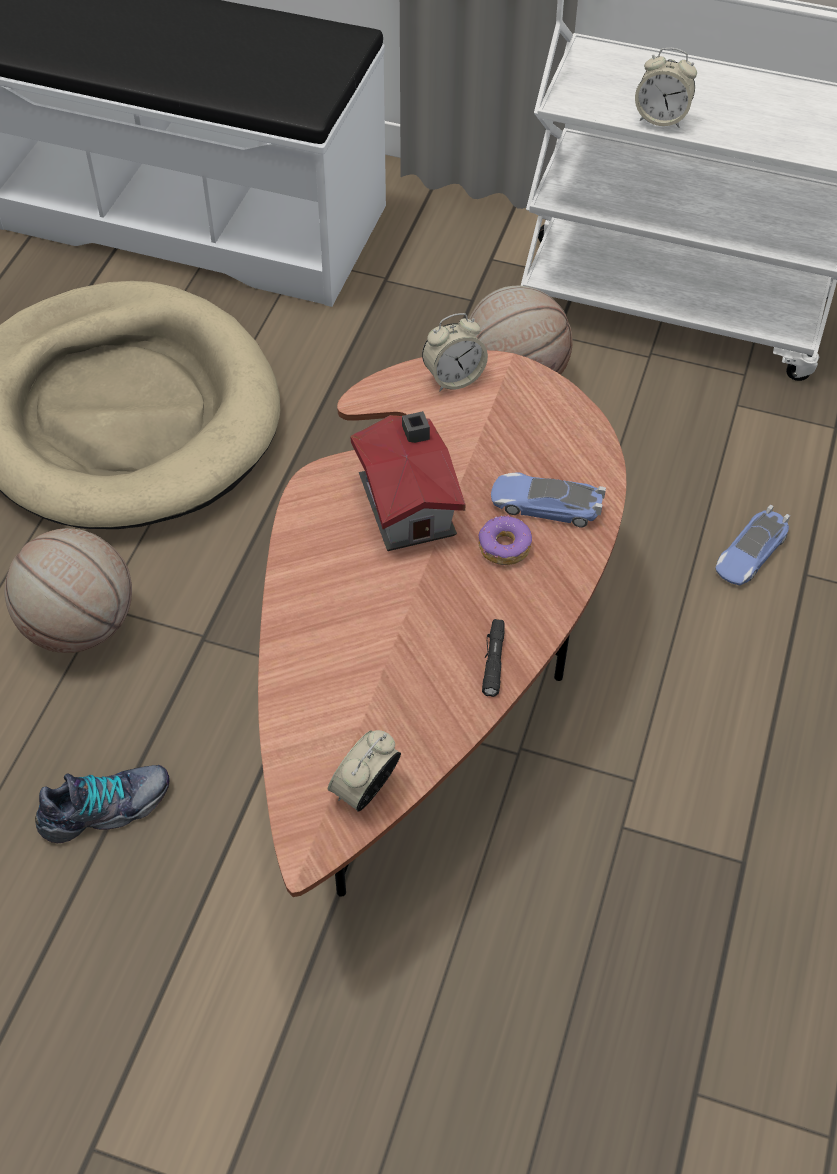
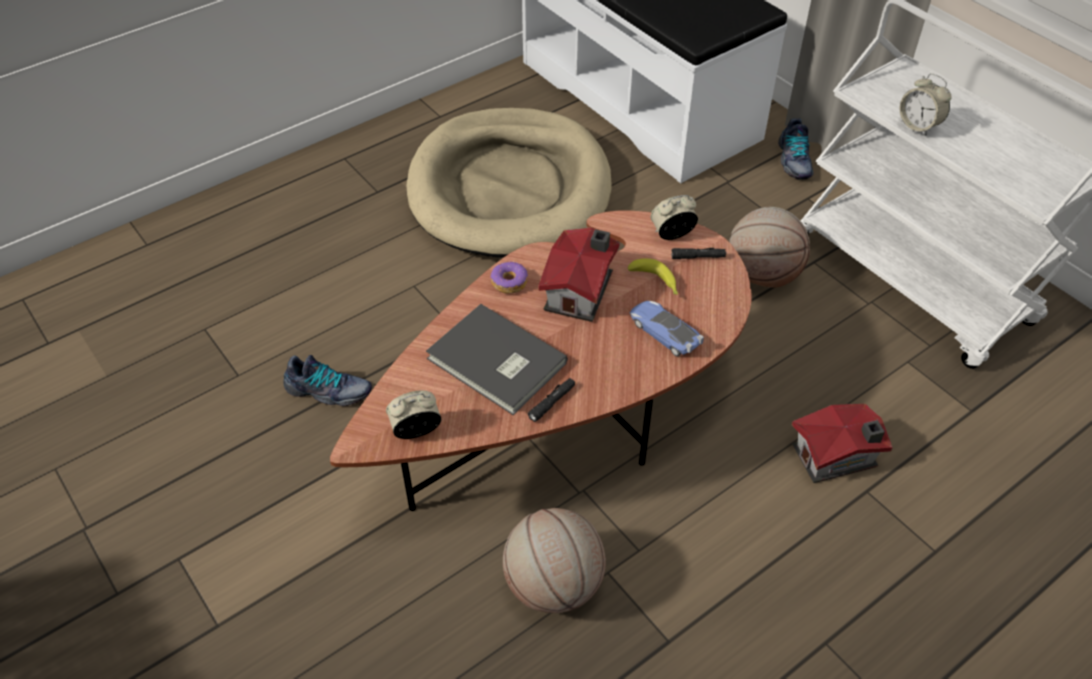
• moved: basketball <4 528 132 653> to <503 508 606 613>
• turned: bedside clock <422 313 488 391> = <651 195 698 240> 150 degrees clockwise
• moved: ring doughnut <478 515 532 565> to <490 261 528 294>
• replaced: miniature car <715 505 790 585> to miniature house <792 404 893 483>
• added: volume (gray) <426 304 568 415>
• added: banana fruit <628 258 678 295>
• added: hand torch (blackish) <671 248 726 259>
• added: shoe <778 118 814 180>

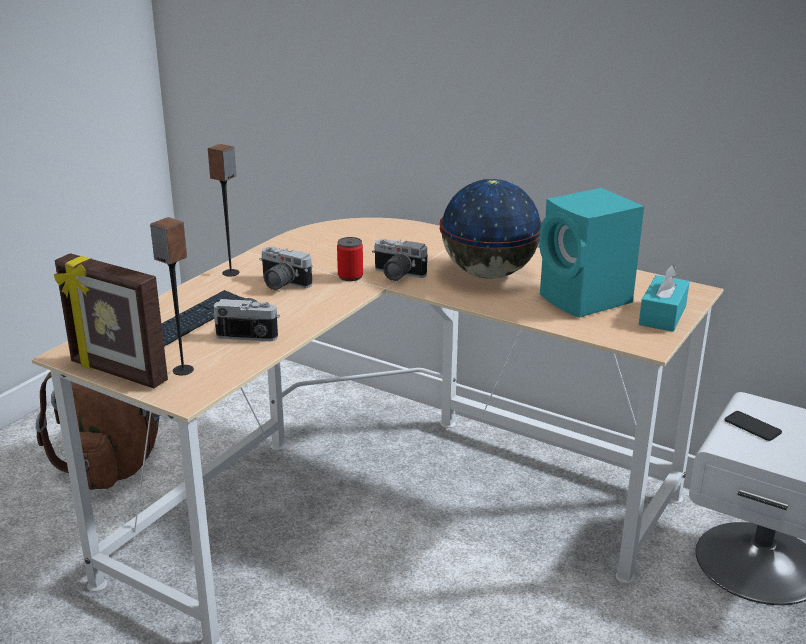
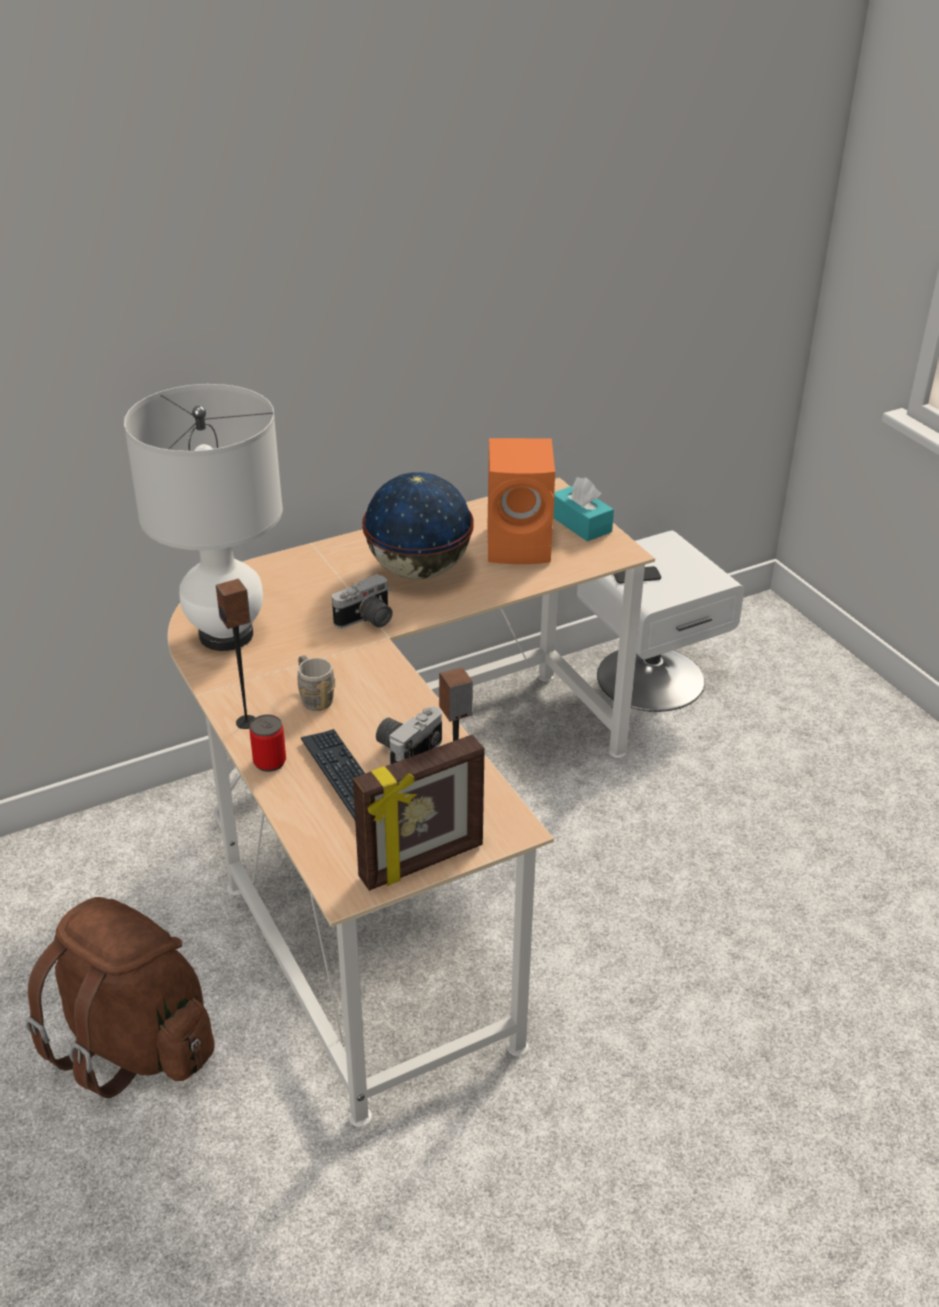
• replaced: photo camera <259 247 313 290> to tea mug (gray) <298 655 336 711>
• moved: sealed can <337 237 363 281> to <249 715 286 772>
• recoloured: speaker (blue-green) <539 188 644 318> to speaker (orangey) <488 438 555 564>
• added: tabletop lamp (whitish) <124 384 283 651>

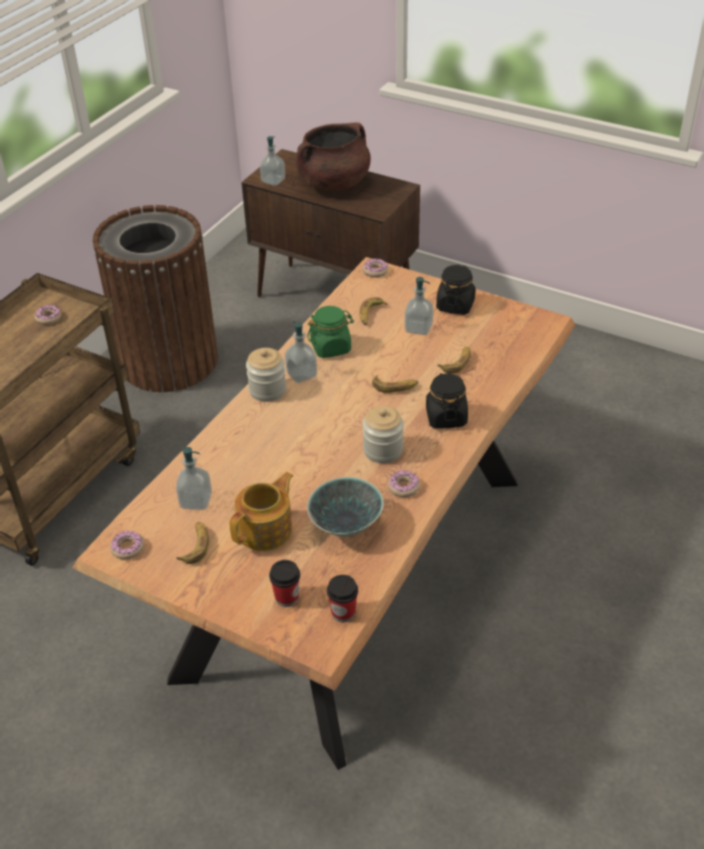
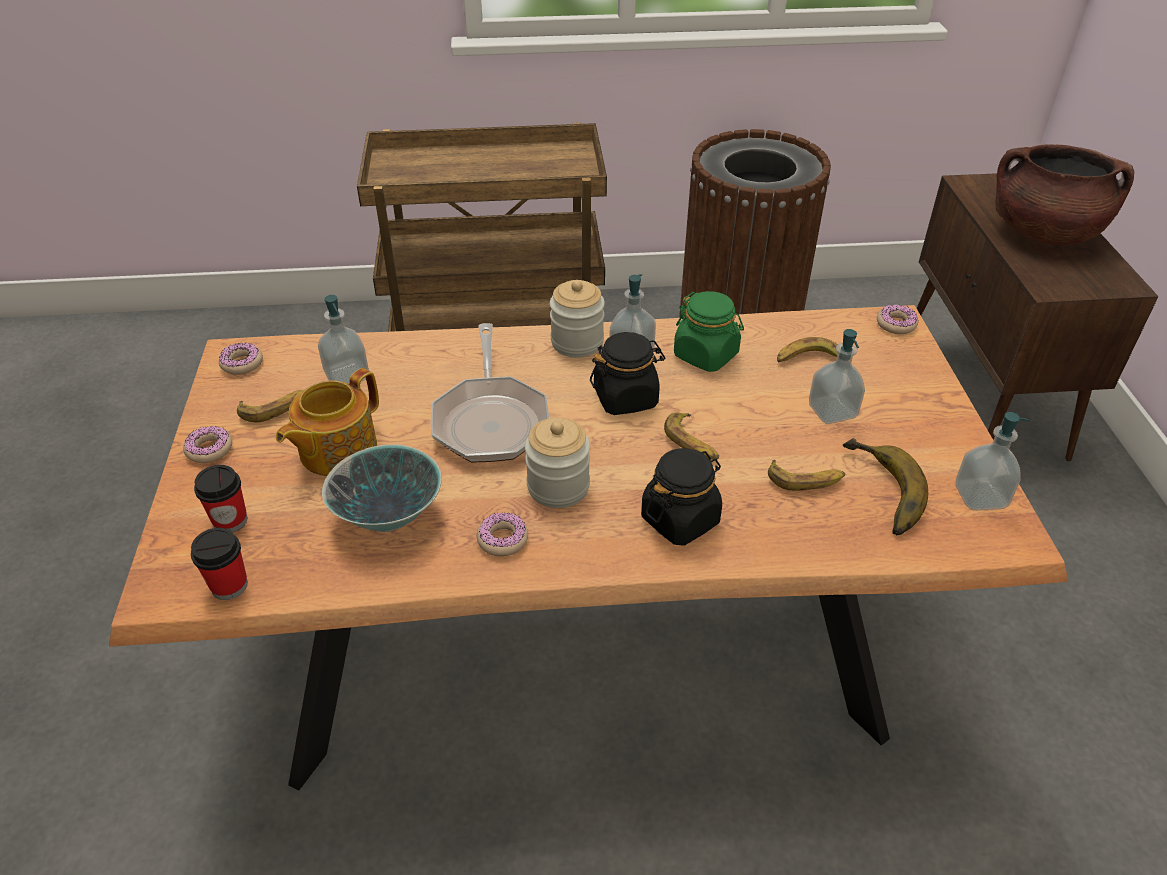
• moved: ring doughnut <34 305 62 325> to <183 426 232 463>
• turned: pot for tea <229 472 294 551> = <276 368 379 476> 120 degrees clockwise
• moved: soap bottle <260 136 285 186> to <955 412 1030 511>
• moved: jar (blackish) <436 265 475 315> to <590 332 665 415>
• added: pan <431 323 549 462>
• added: banana fruit <843 438 928 535>

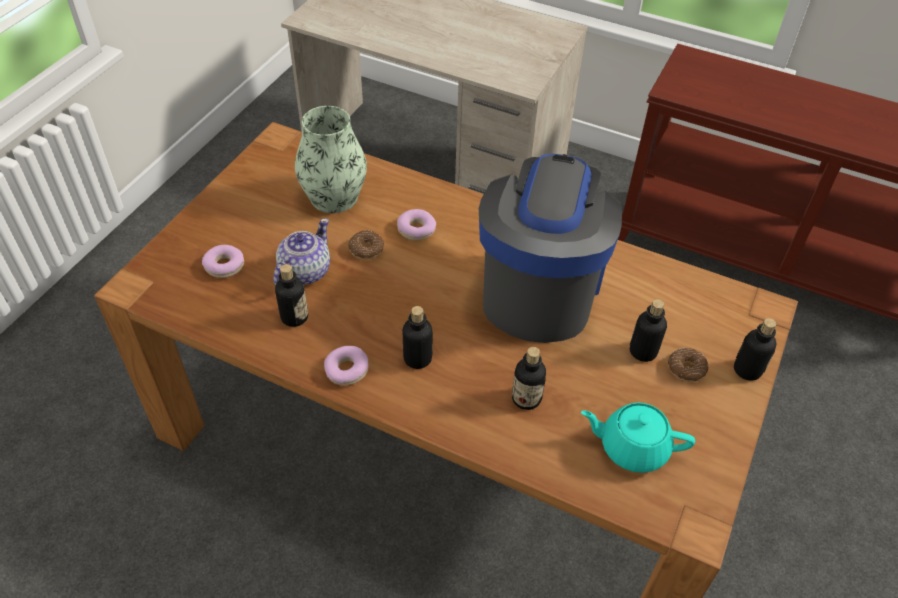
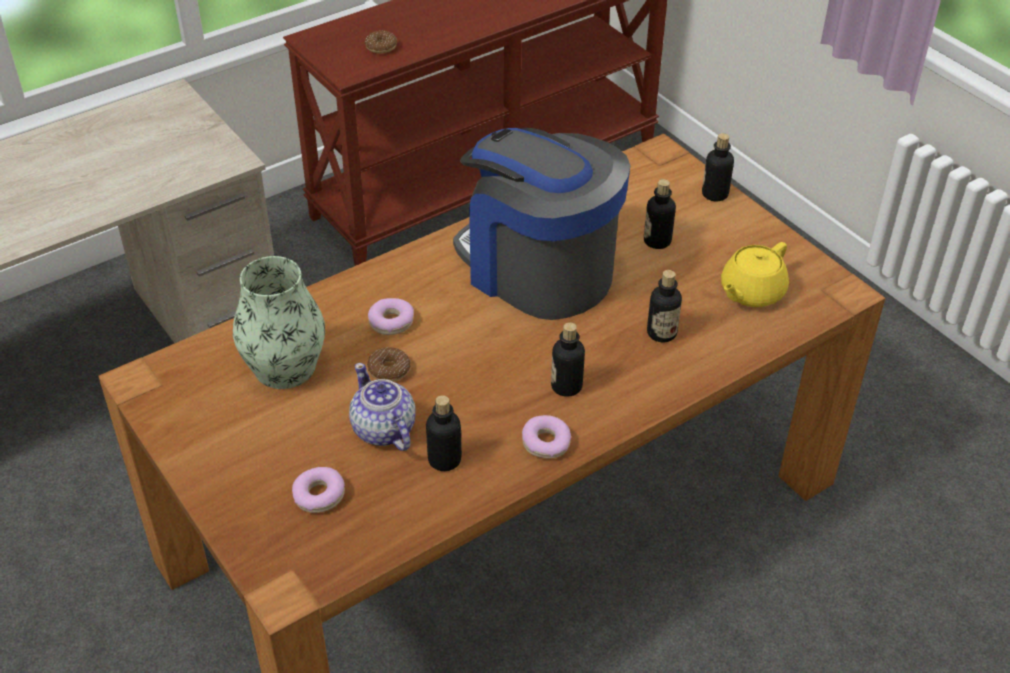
• recoloured: pot for tea (blue-green) <581 402 695 473> to pot for tea (yellowish) <721 242 789 307>
• moved: ring doughnut <668 348 708 382> to <365 30 397 54>

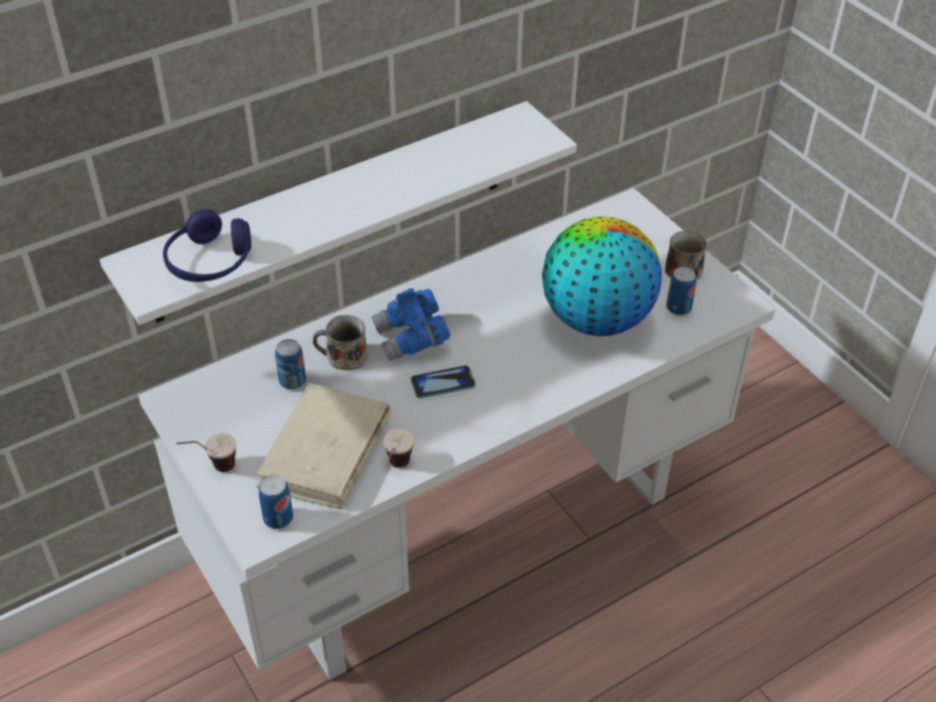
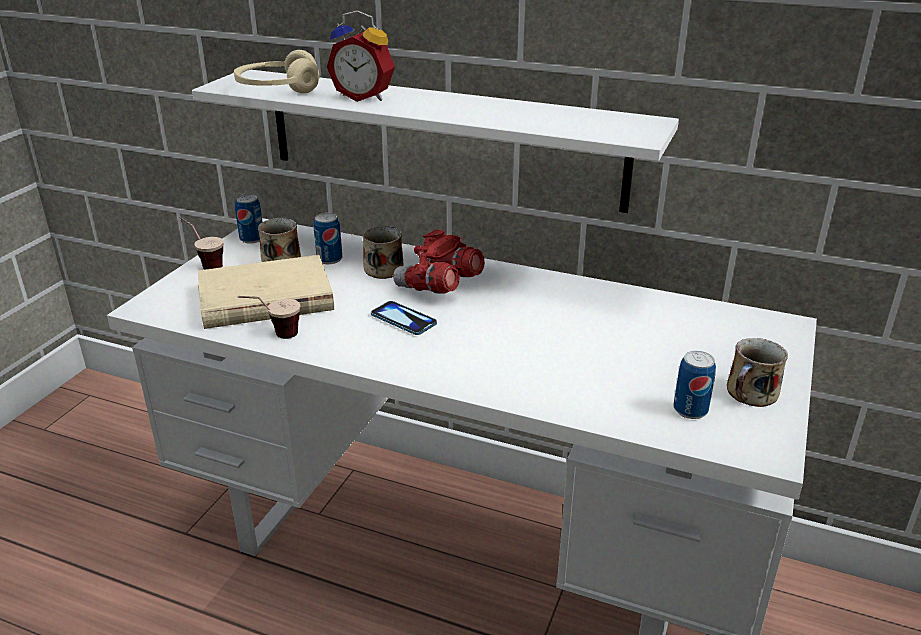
• recoloured: headphones (blue) <163 209 251 282> to headphones (beige) <234 50 319 94>
• moved: sealed can <259 475 293 529> to <235 194 262 244>
• recoloured: field glasses (blue) <371 288 451 361> to field glasses (red) <393 230 485 294>
• removed: desk globe <542 217 662 336>
• added: tea mug <258 218 301 262>
• added: bedside clock <327 10 395 102>

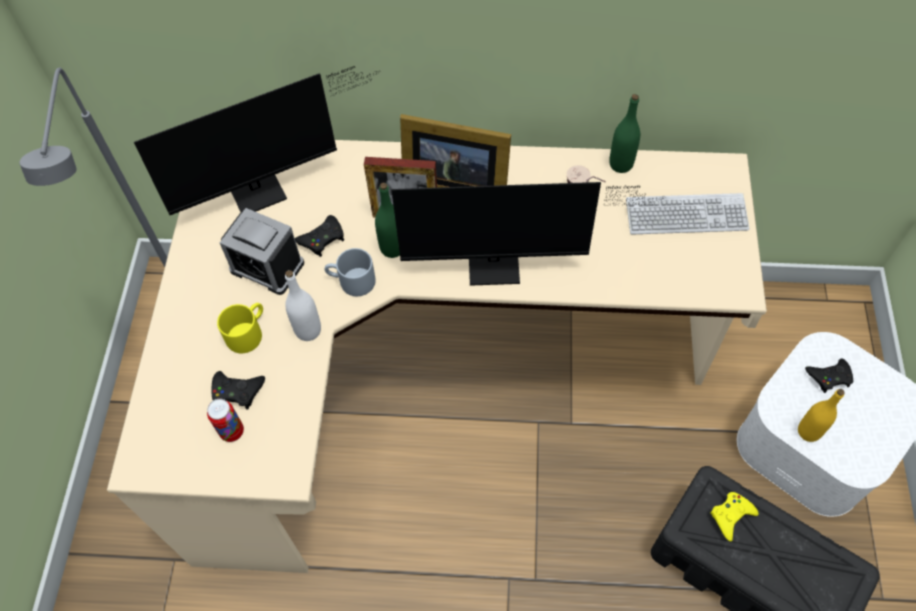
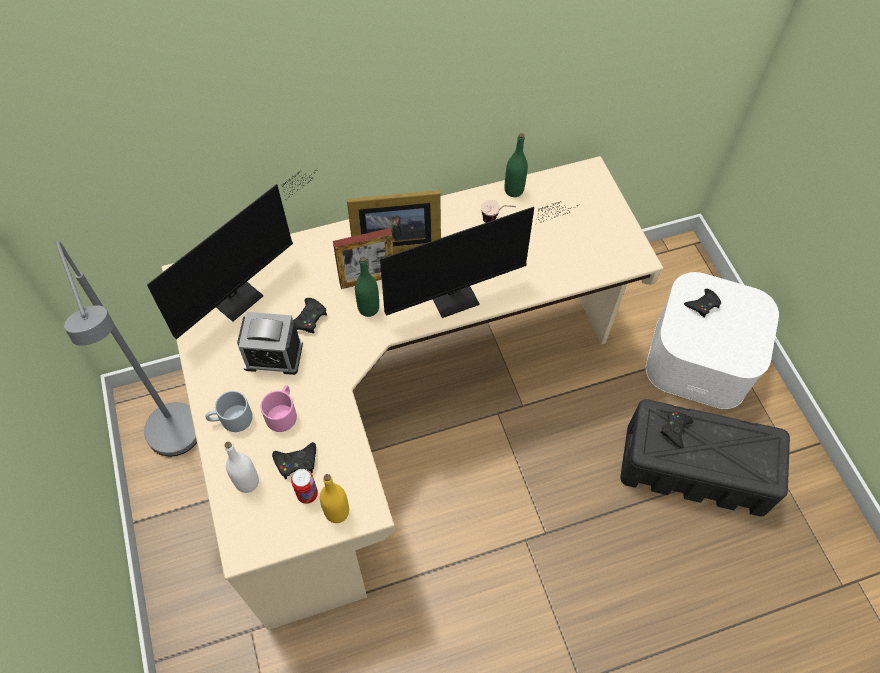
• recoloured: tea mug (yellowish) <217 303 263 353> to tea mug (pinkish) <261 385 297 432>
• moved: beverage bottle (whitish) <285 270 321 341> to <224 442 259 493>
• moved: tea mug (gray) <325 248 376 296> to <205 391 253 432>
• removed: computer keyboard <626 193 749 234>
• recoloured: joypad (yellowish) <710 492 759 542> to joypad (blackish) <660 411 694 448>
• moved: beverage bottle (yellowish) <798 389 845 442> to <320 474 349 523>

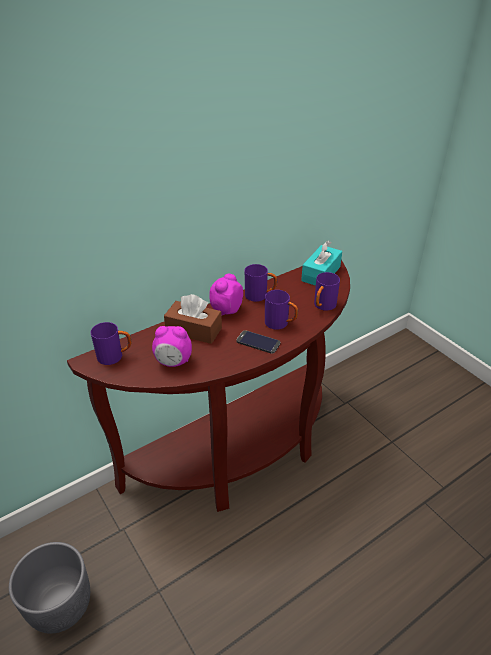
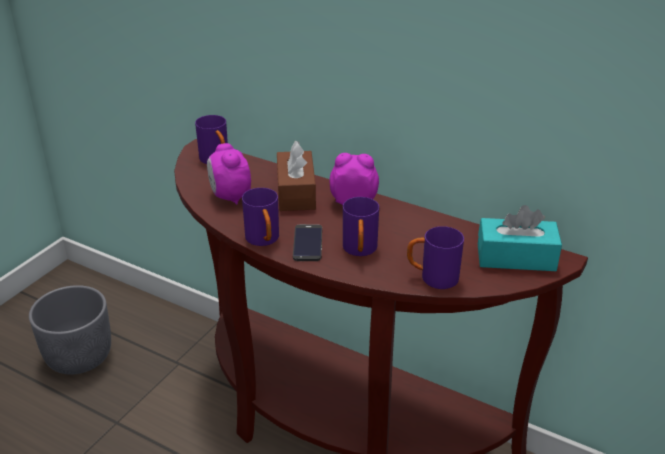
• moved: tea mug (purple-coloured) <245 264 277 302> to <242 188 279 246>

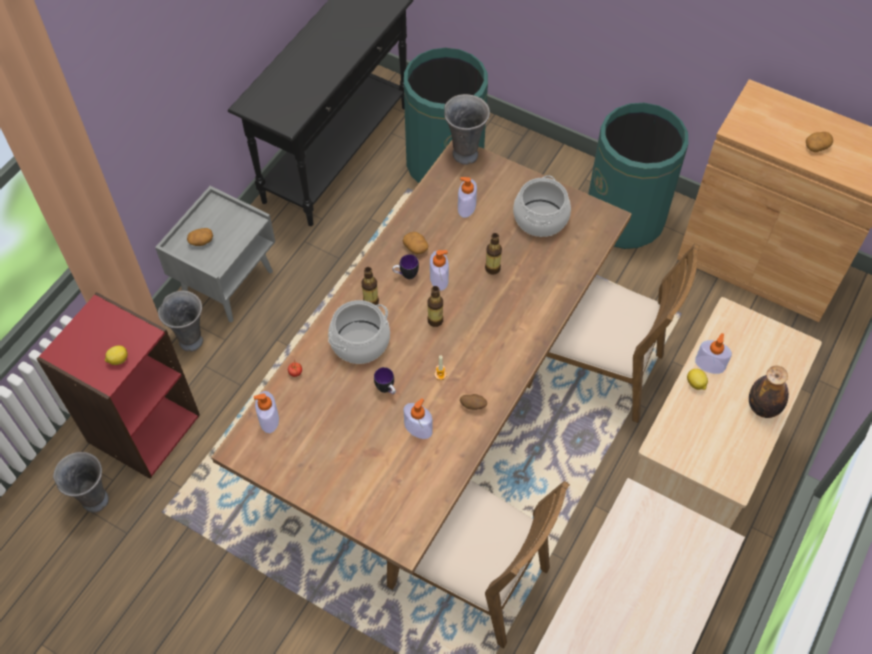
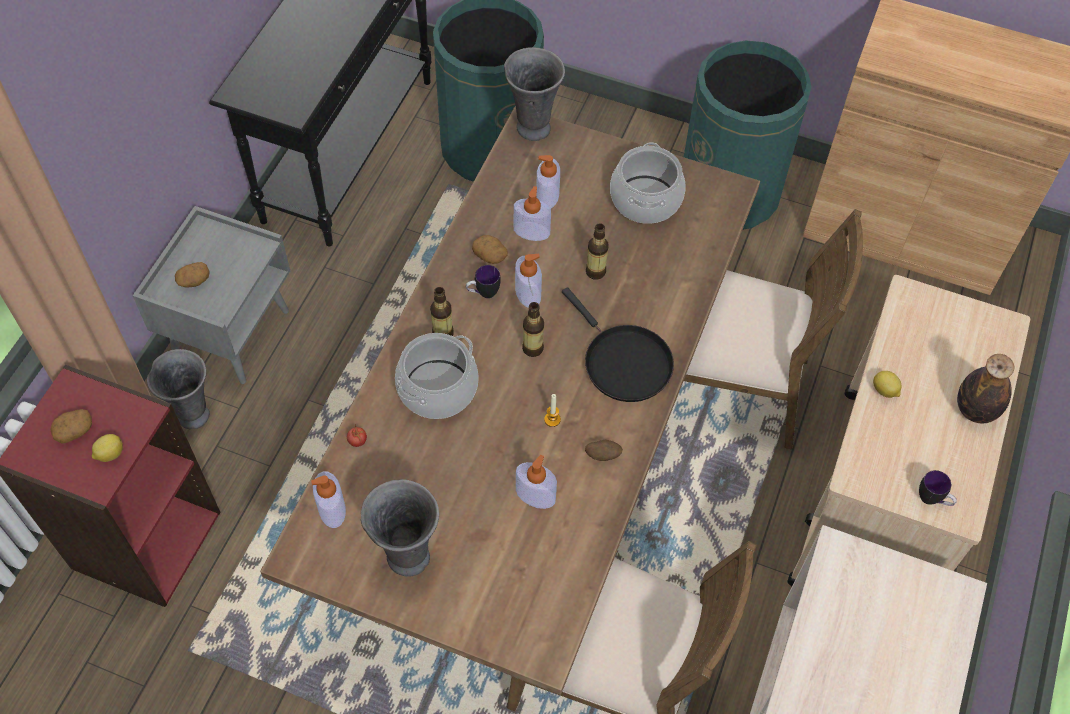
• moved: flower vase (gray) <53 452 109 512> to <361 479 439 577>
• moved: tea mug <374 367 396 394> to <919 470 957 506>
• moved: soap bottle <695 333 732 374> to <514 186 551 241>
• moved: spud <806 132 833 152> to <51 409 92 444>
• added: pan (blackish) <562 287 674 402>

